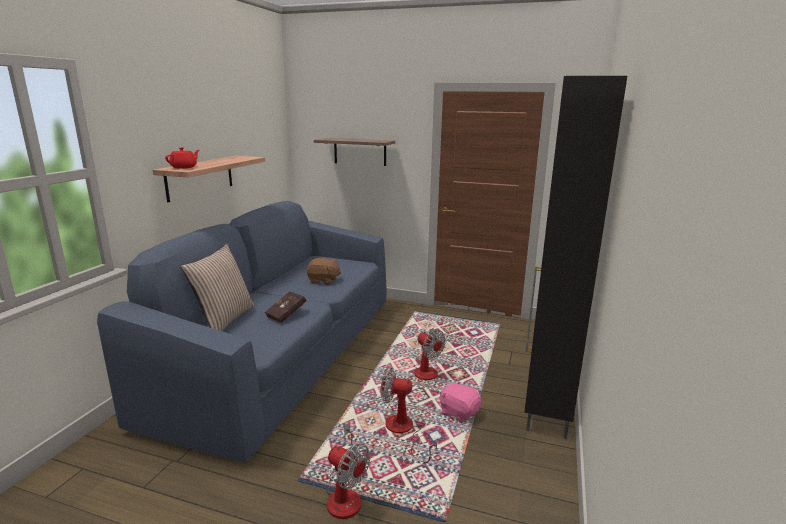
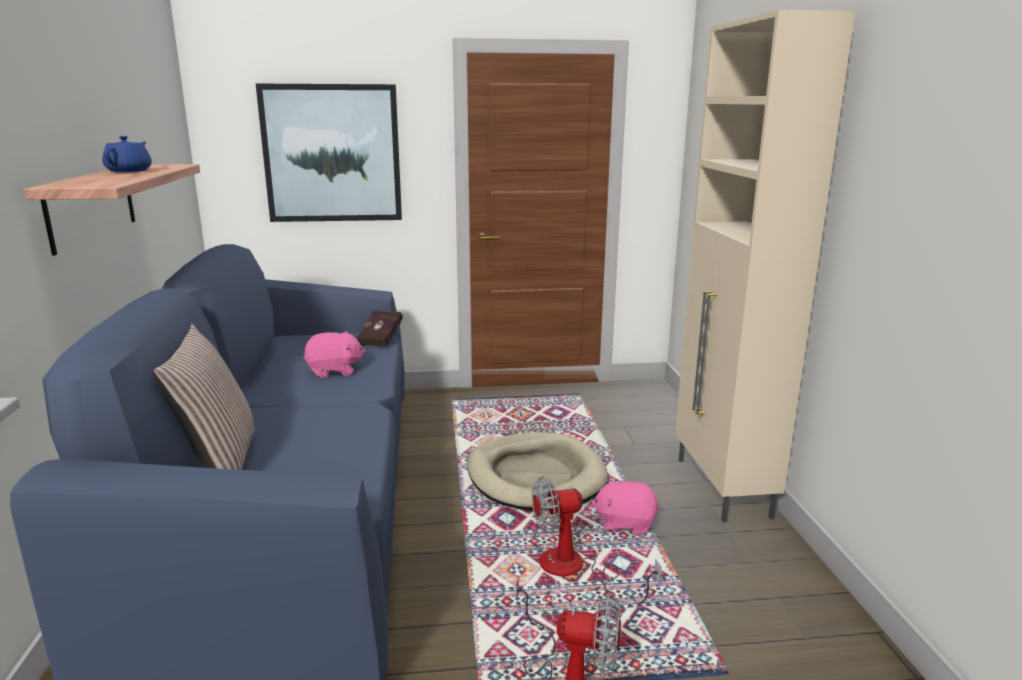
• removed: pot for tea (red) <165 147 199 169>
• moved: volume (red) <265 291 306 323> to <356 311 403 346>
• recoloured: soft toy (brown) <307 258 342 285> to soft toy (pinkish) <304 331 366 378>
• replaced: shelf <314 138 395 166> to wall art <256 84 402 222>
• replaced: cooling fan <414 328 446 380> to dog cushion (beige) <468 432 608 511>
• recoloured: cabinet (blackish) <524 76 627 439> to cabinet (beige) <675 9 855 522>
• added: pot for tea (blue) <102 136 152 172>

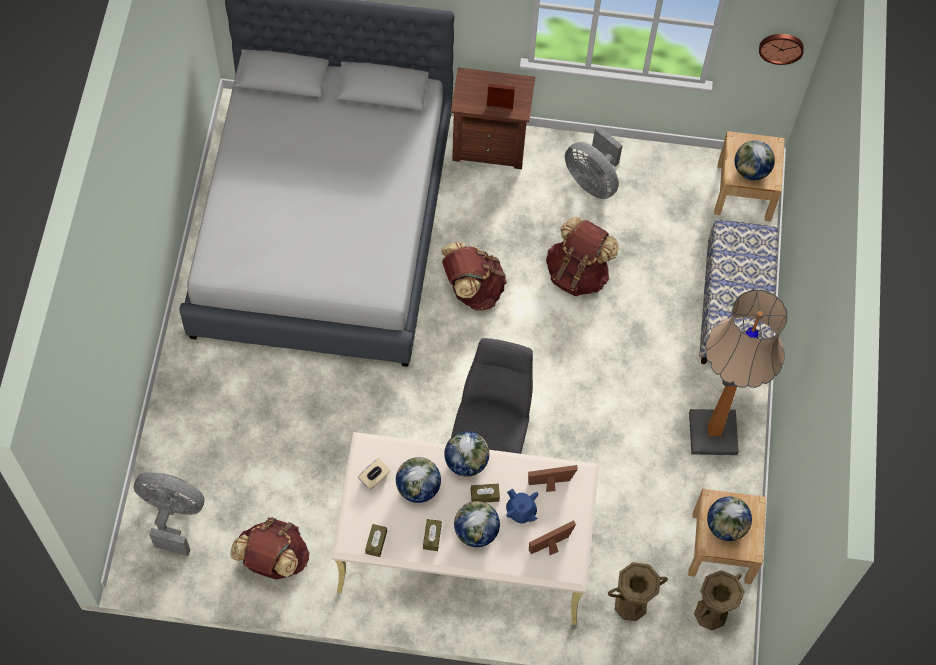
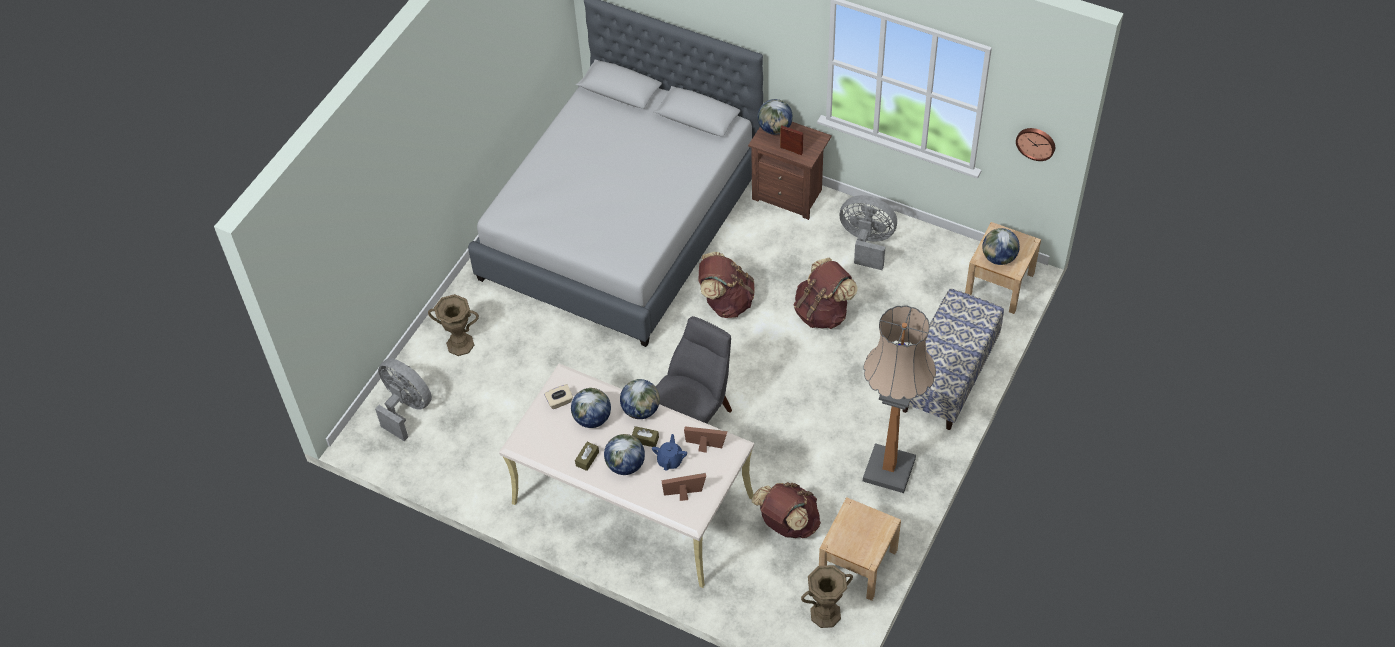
• moved: rucksack (brown) <230 518 310 579> to <752 482 821 538>
• removed: tissue holder (brown) <365 524 387 557>
• turned: pot for tea (blue) <506 488 538 523> = <652 434 687 471> 150 degrees counterclockwise
• turned: cooling fan (gray) <565 126 623 199> = <840 195 897 270> 135 degrees clockwise
• moved: flower vase (brown) <608 562 668 621> to <428 294 479 356>
• moved: desk globe <707 497 752 541> to <757 99 793 135>

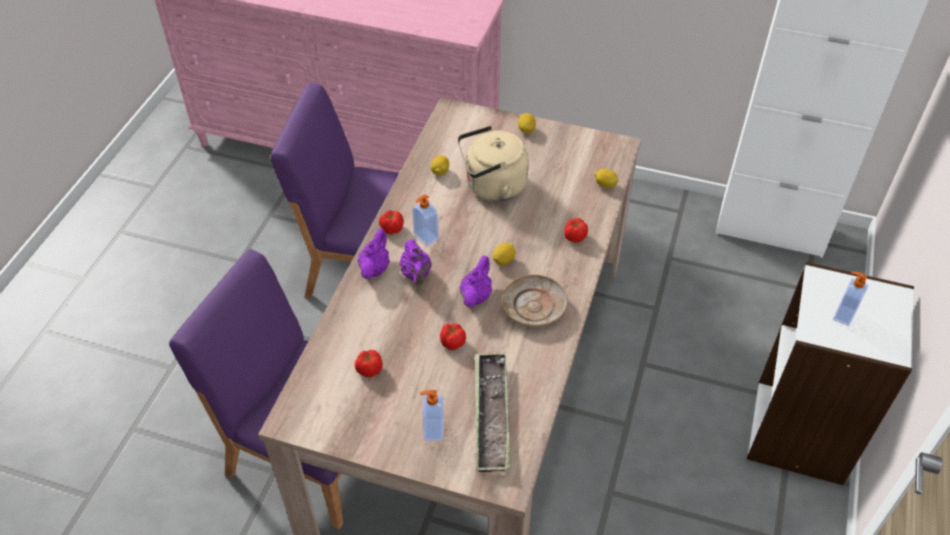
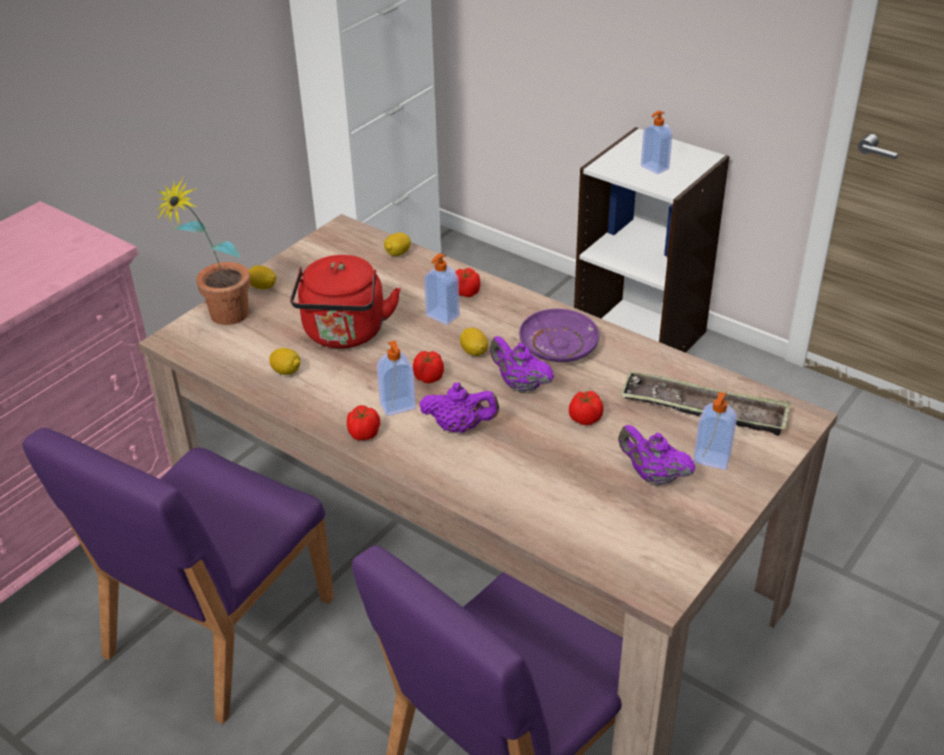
• moved: whole tomato <355 350 383 377> to <413 351 444 383>
• moved: pot for tea (purple-coloured) <358 229 390 279> to <618 425 695 486>
• recoloured: tea kettle (beige) <457 126 529 202> to tea kettle (red) <290 255 401 349>
• recoloured: dinner plate (beige) <502 274 568 327> to dinner plate (purple-coloured) <519 309 599 362>
• added: potted plant <156 176 251 325>
• added: soap bottle <424 253 460 325>

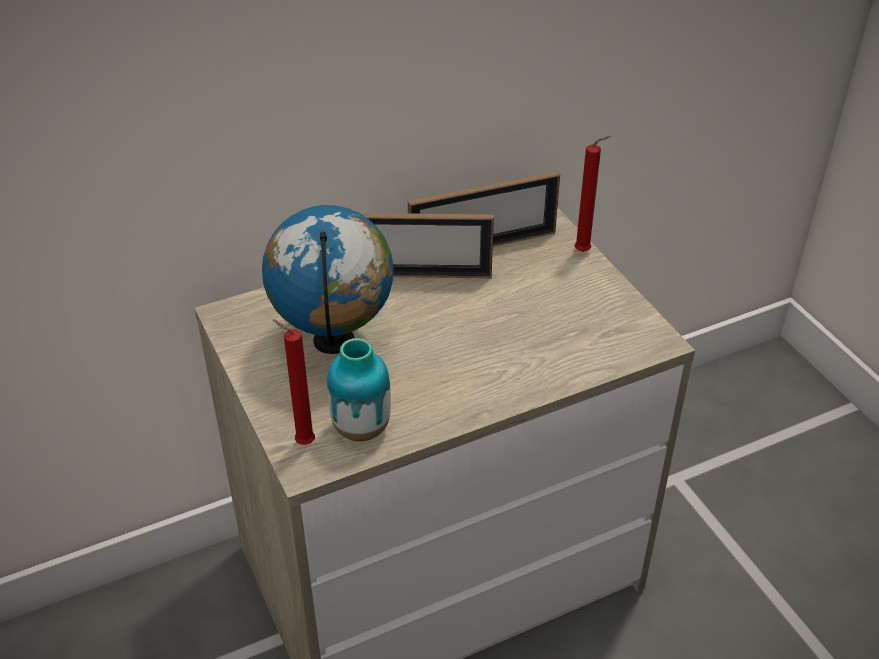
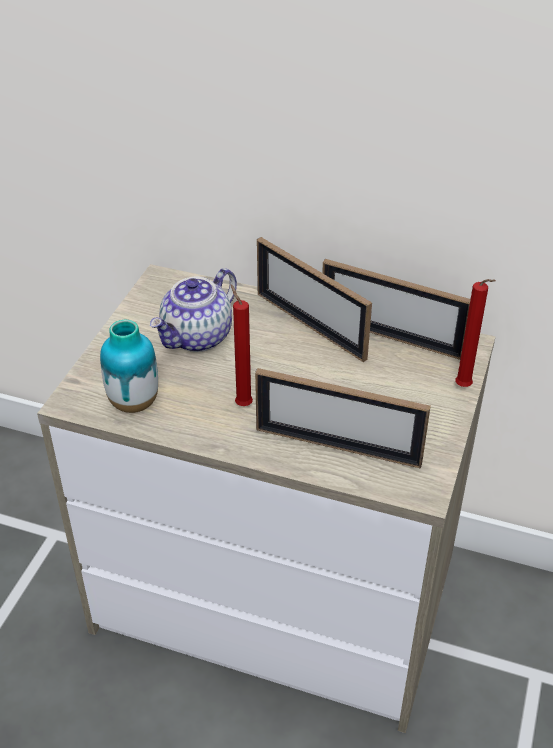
• replaced: desk globe <262 205 394 354> to pot for tea <150 268 237 352>
• moved: candle (red) <273 319 315 445> to <231 285 253 406>
• added: picture frame <255 368 431 469>

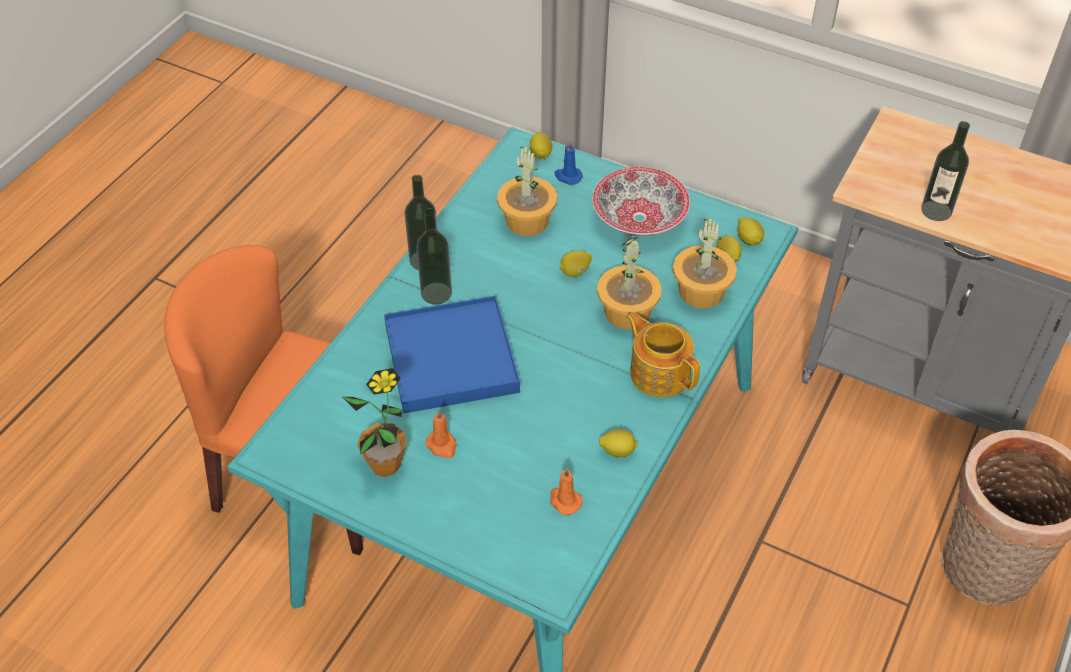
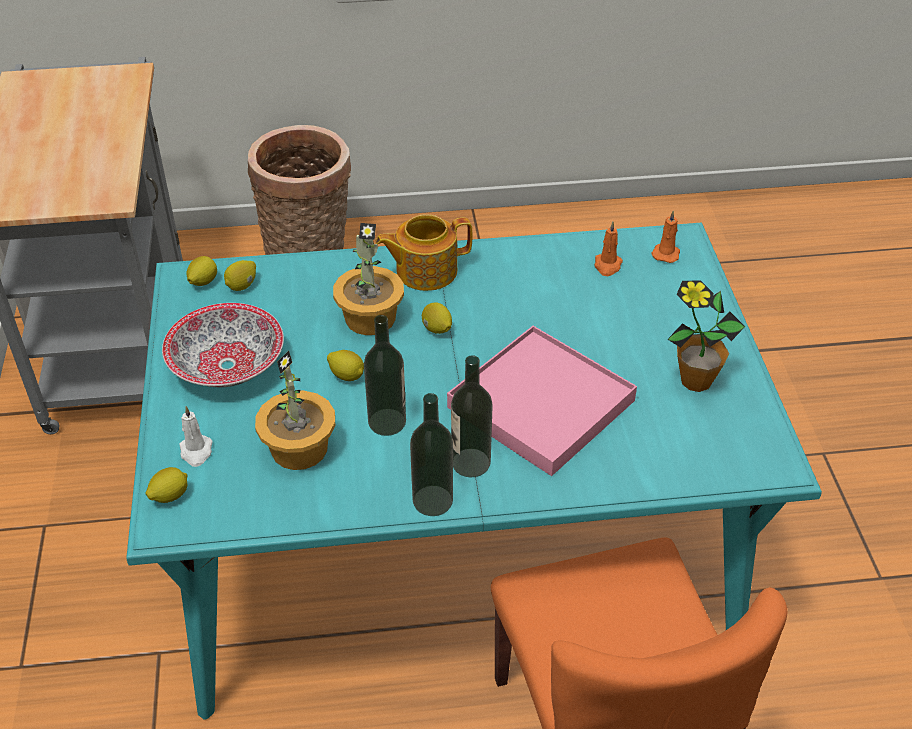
• recoloured: tray (blue) <384 296 520 413> to tray (pinkish) <447 326 637 476>
• moved: candle (orangey) <425 410 457 458> to <652 211 680 263>
• recoloured: candle (blue) <554 141 583 185> to candle (whitish) <179 406 213 467>
• moved: lemon <599 429 638 457> to <422 303 452 334>
• turned: pot for tea <626 312 700 397> = <375 214 473 291> 60 degrees clockwise
• removed: potted plant <673 218 737 309>
• moved: beverage bottle <921 121 970 221> to <364 315 406 436>

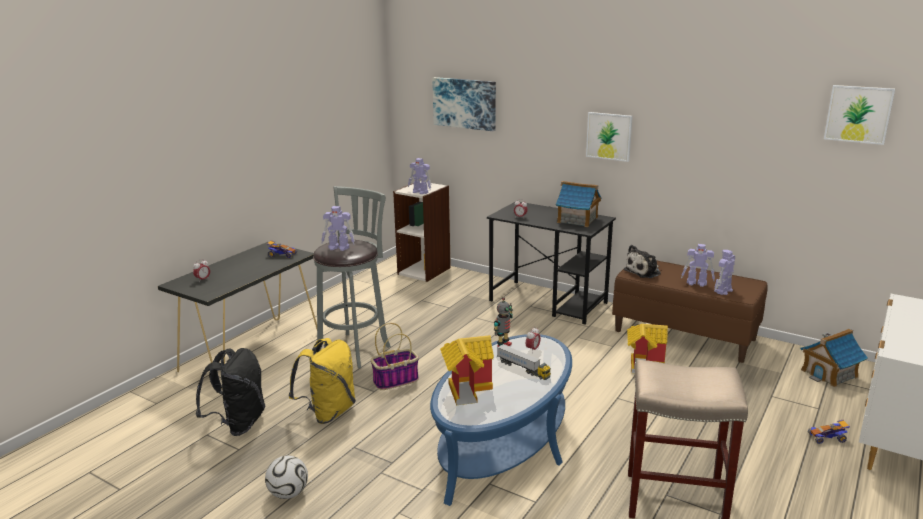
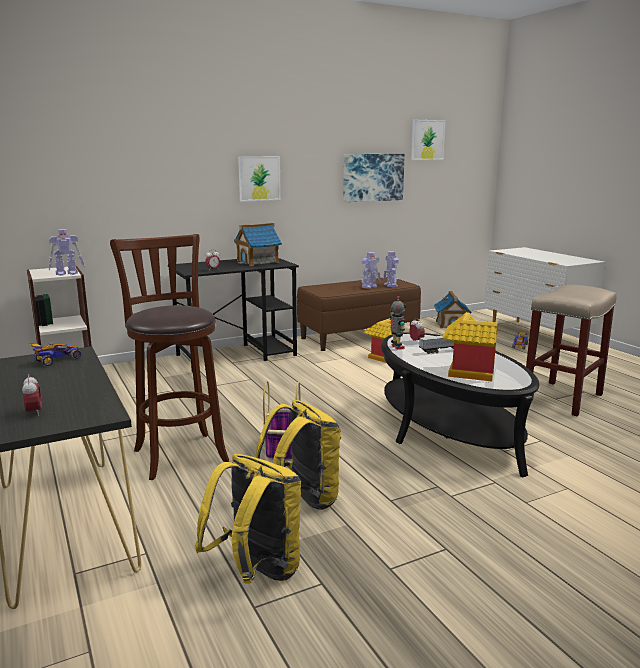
• recoloured: rucksack (blackish) <196 348 265 436> to rucksack (yellowish) <195 454 301 584>
• removed: football ball <265 455 308 499>
• recoloured: stool (gray) <313 186 391 368> to stool (brown) <110 234 229 480>
• removed: robot figure <321 206 355 251>
• recoloured: coffee table (blue) <430 334 572 506> to coffee table (blackish) <381 332 539 477>
• moved: wall art <432 77 496 131> to <343 154 405 202>
• removed: soft toy <624 245 661 278>

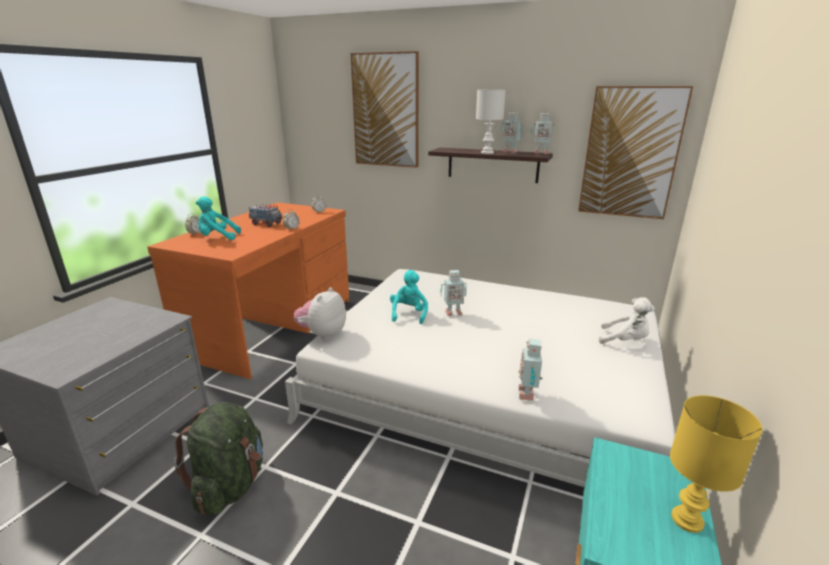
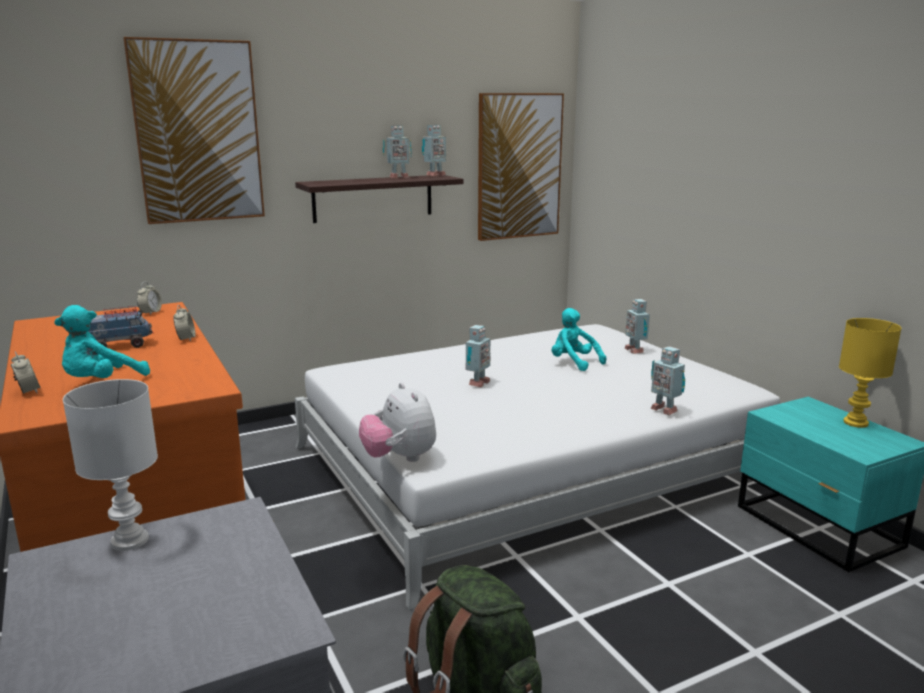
• moved: soft toy (blue-green) <390 270 428 324> to <552 308 606 371>
• moved: tabletop lamp (whitish) <476 90 506 154> to <63 379 158 551>
• replaced: soft toy (whitish) <599 297 655 344> to robot figure <625 299 650 354>

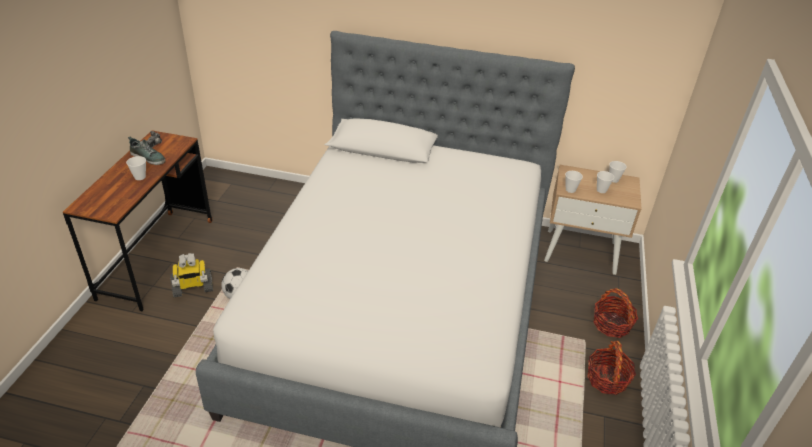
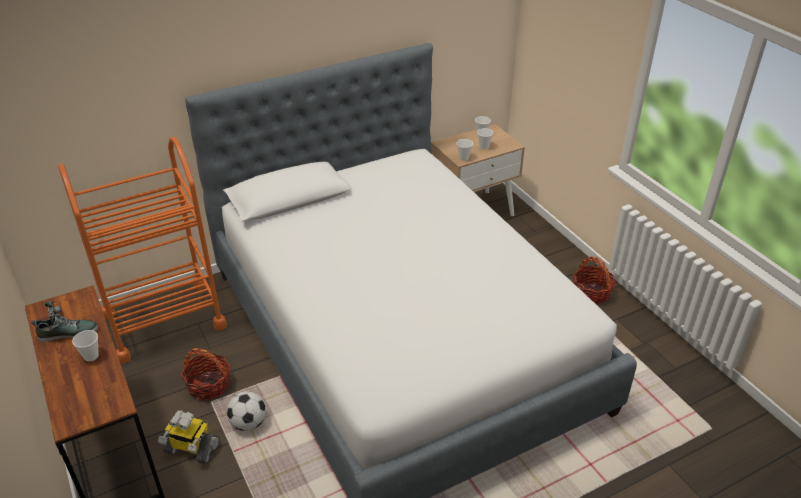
• turned: robot figure <170 253 213 297> = <158 410 220 464> 75 degrees clockwise
• moved: basket <593 288 638 338> to <181 348 230 400>
• added: cart (orangey) <58 137 227 364>

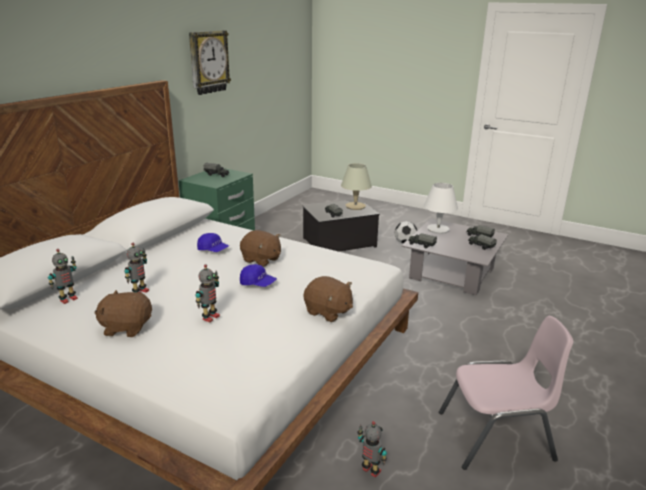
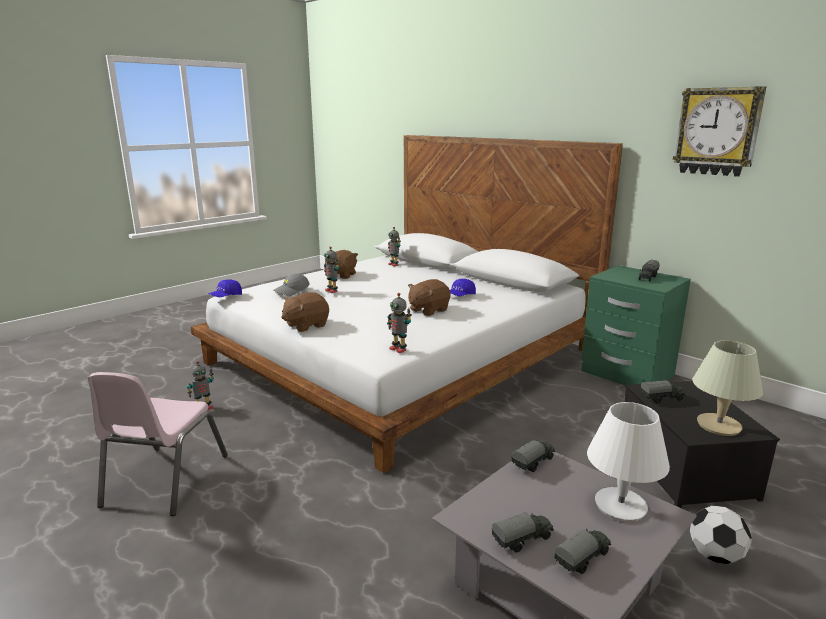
• moved: robot figure <125 243 149 293> to <387 293 412 353>
• moved: peaked cap (blue) <240 264 277 287> to <208 279 242 297>
• added: peaked cap (gray) <274 273 310 296>

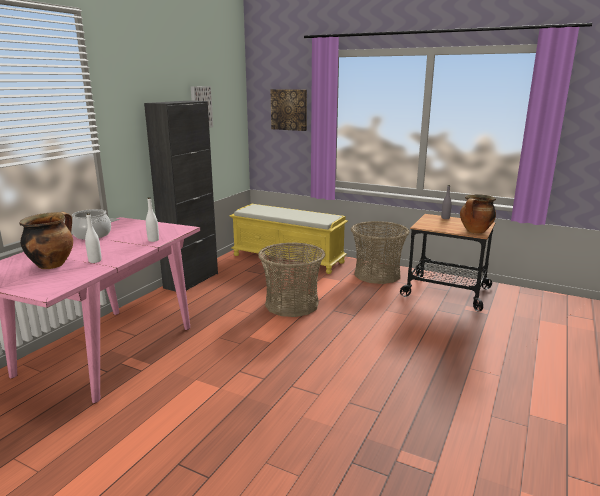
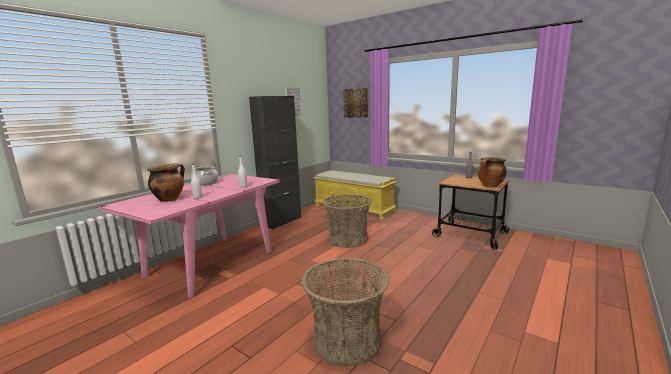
• moved: basket <351 221 409 284> to <301 258 390 367>

